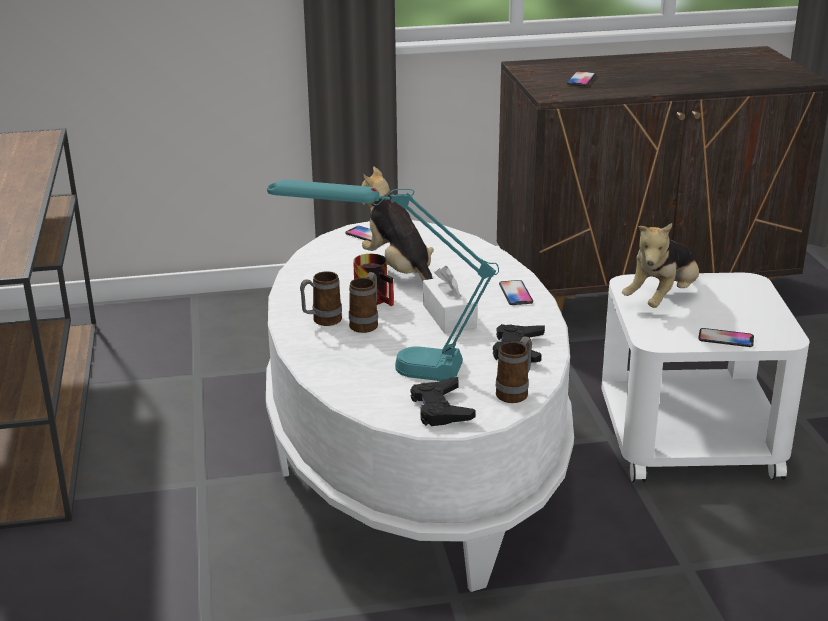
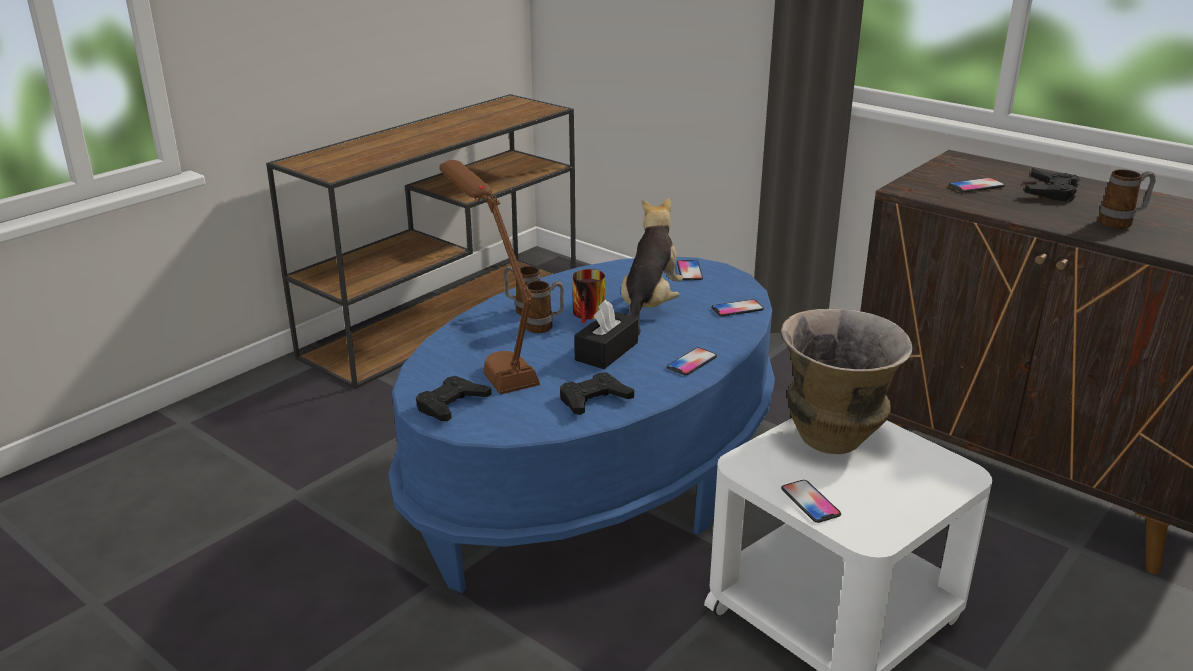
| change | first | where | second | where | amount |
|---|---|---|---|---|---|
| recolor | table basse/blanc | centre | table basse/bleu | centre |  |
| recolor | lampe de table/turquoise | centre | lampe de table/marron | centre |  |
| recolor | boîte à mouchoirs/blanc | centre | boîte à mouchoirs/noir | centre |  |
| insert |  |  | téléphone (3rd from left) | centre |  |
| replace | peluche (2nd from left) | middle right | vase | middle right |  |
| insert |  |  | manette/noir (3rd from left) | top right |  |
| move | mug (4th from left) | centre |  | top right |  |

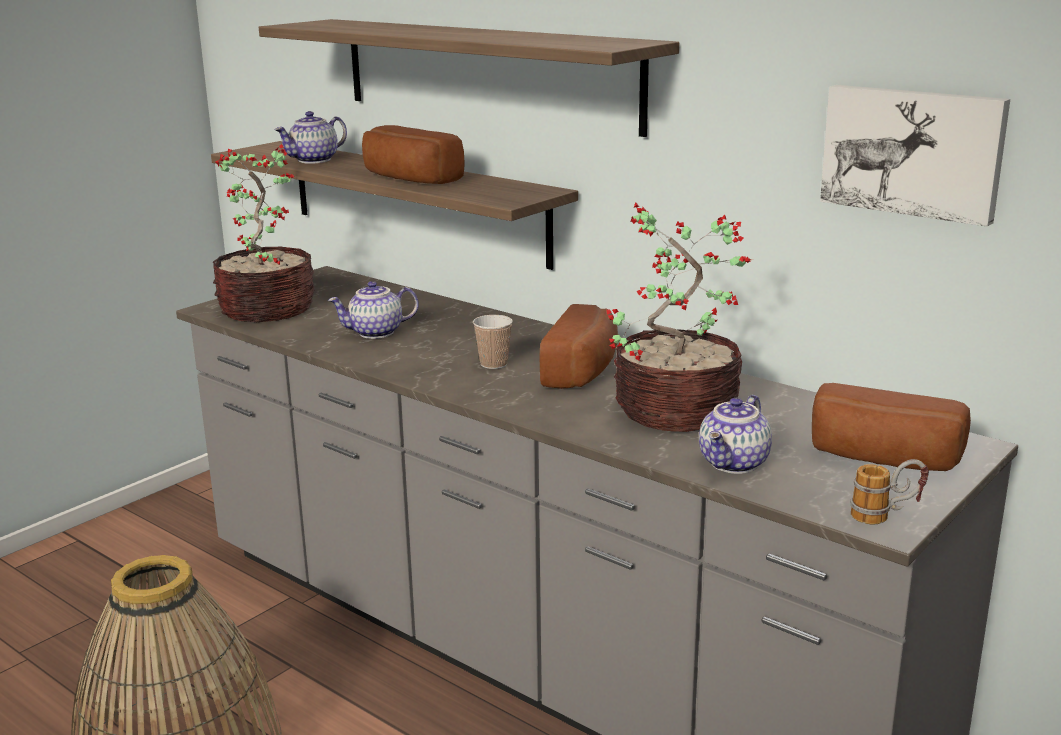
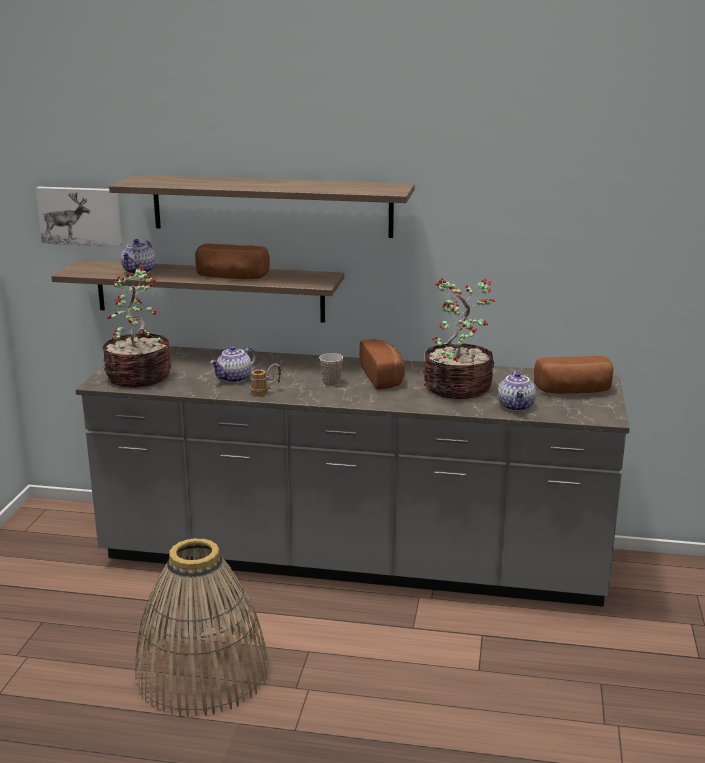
| change | first | where | second | where | amount |
|---|---|---|---|---|---|
| move | tableau | top right |  | top left |  |
| move | mug | bottom right |  | centre |  |

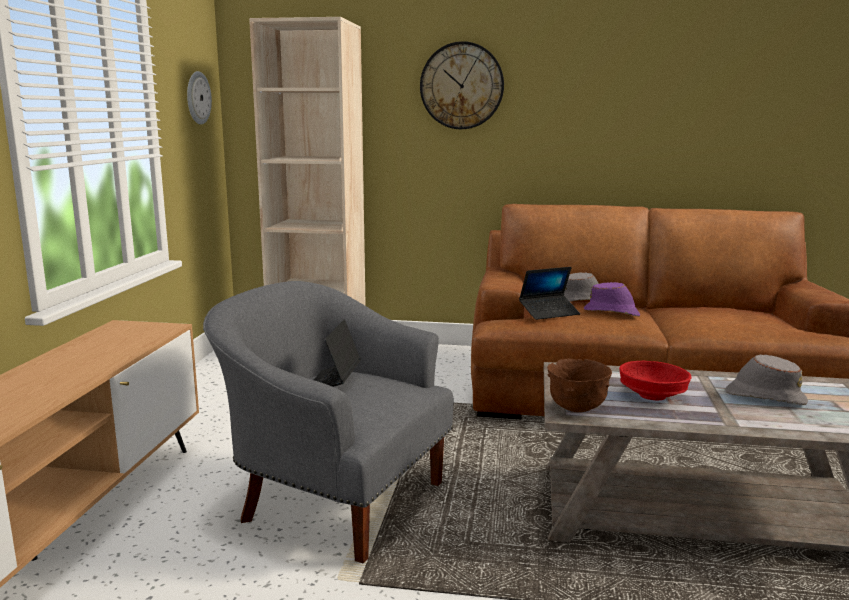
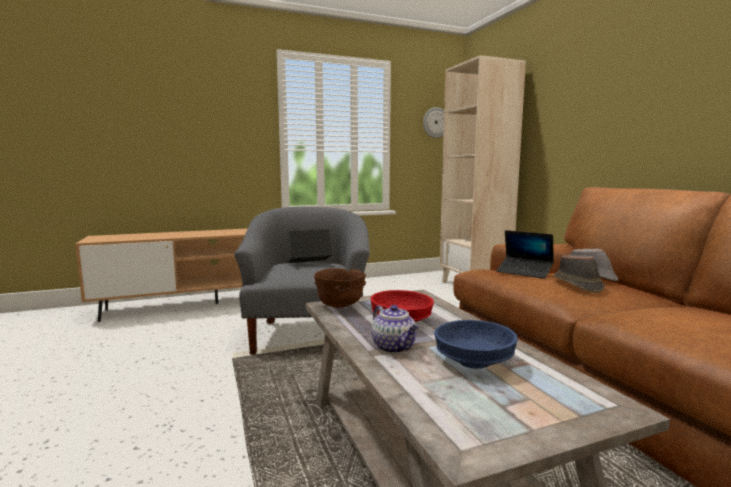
| change | first | where | second | where | amount |
|---|---|---|---|---|---|
| insert |  |  | théière | bottom centre |  |
| replace | chapeau/gris (2nd from left) | middle right | bol/bleu | bottom centre |  |
| recolor | chapeau/violet | middle right | chapeau/marron | middle right |  |
| delete | horloge murale (2nd from left) | top centre |  |  |  |

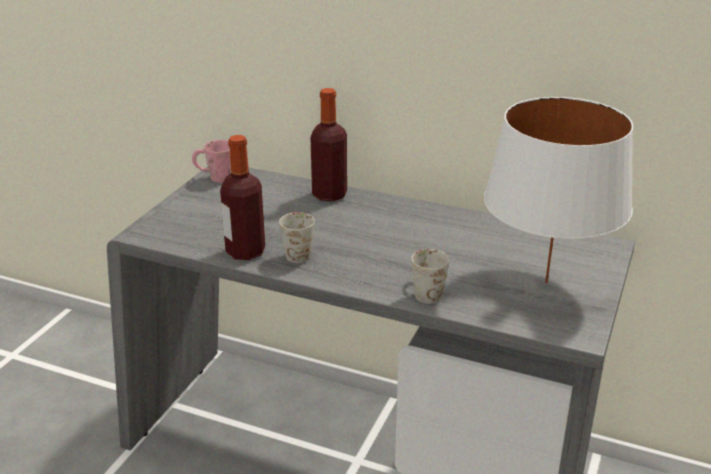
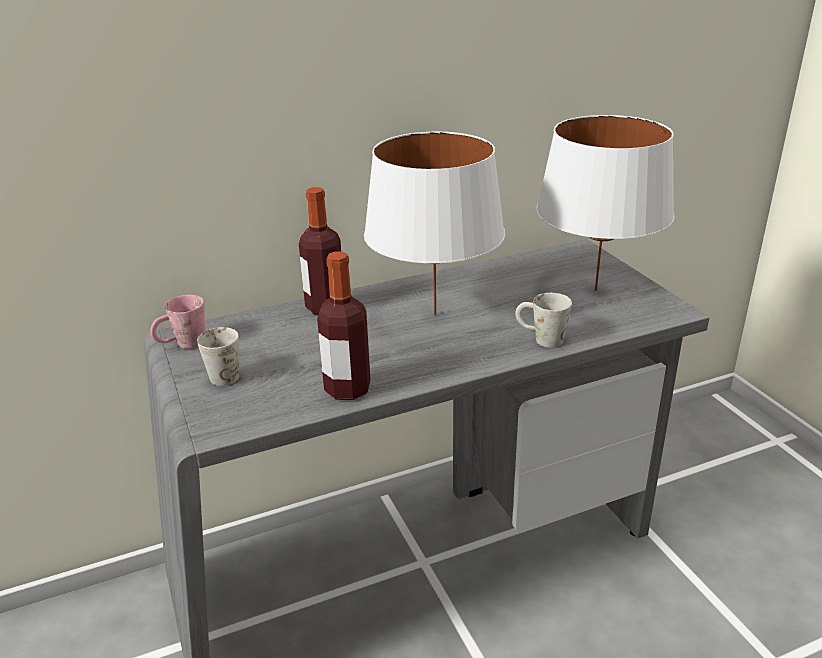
| change | first | where | second | where | amount |
|---|---|---|---|---|---|
| move | mug/blanc (1st from left) | centre |  | middle left |  |
| insert |  |  | lampe de table/blanc (1st from left) | centre |  |

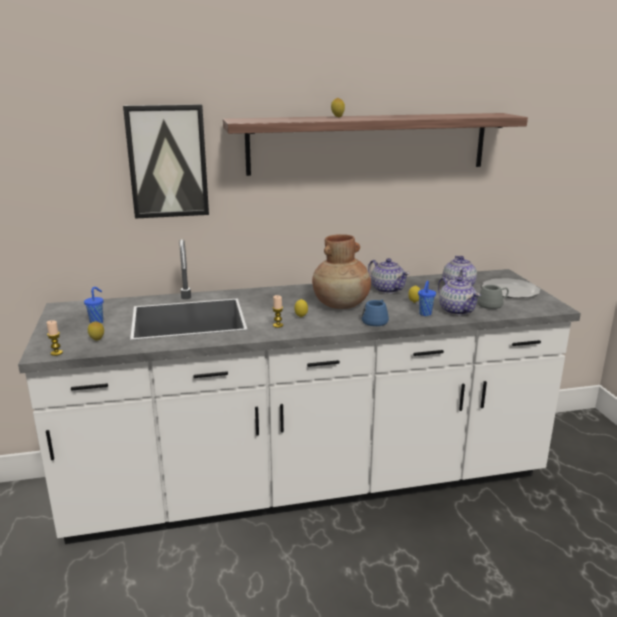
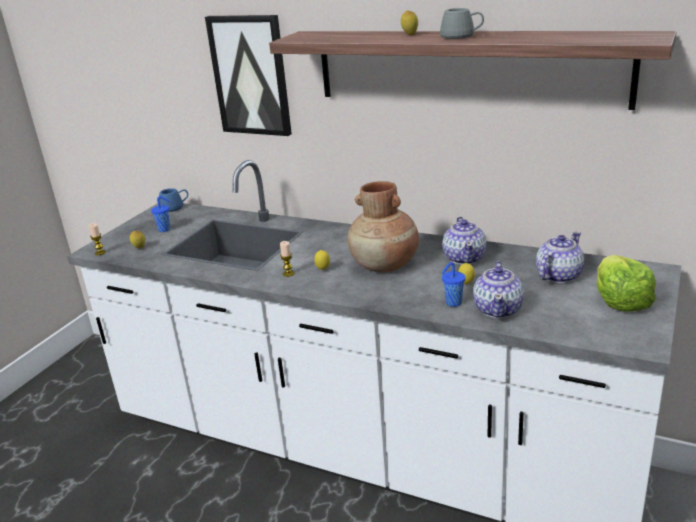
| change | first | where | second | where | amount |
|---|---|---|---|---|---|
| move | mug/bleu | centre |  | middle left |  |
| move | mug/gris | middle right |  | top centre |  |
| replace | assiette | middle right | laitue | middle right |  |

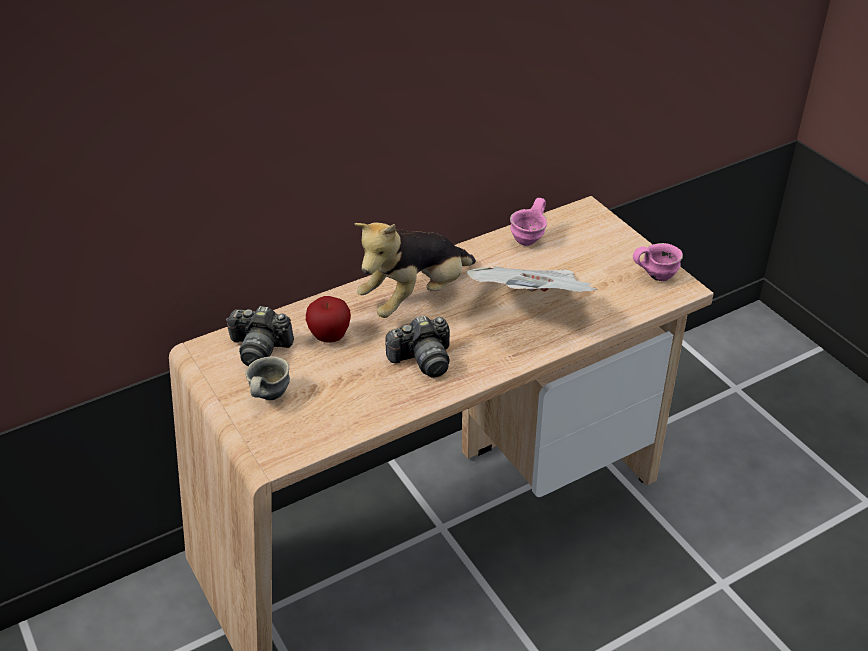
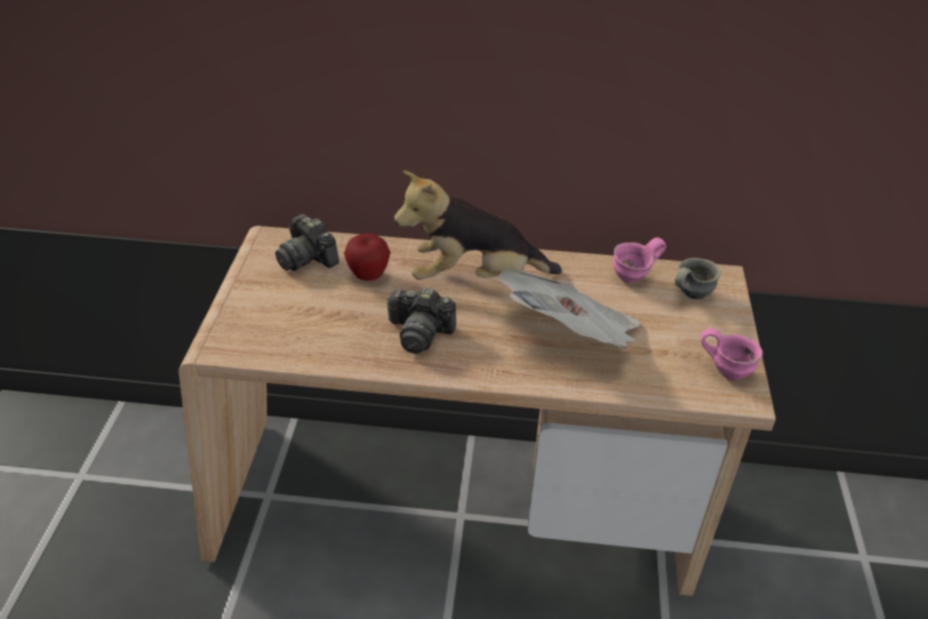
| change | first | where | second | where | amount |
|---|---|---|---|---|---|
| move | mug/gris | middle left |  | middle right |  |

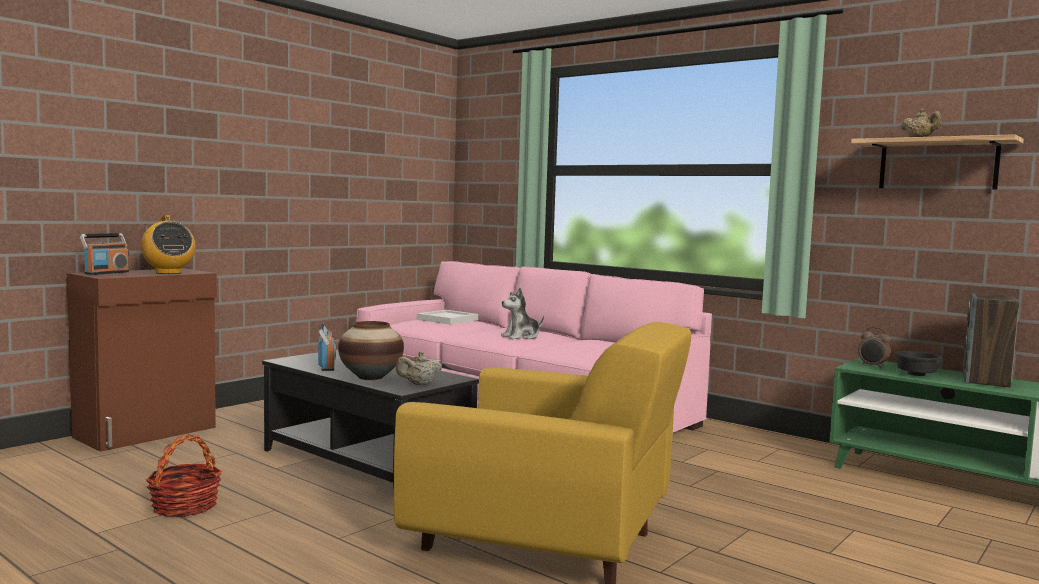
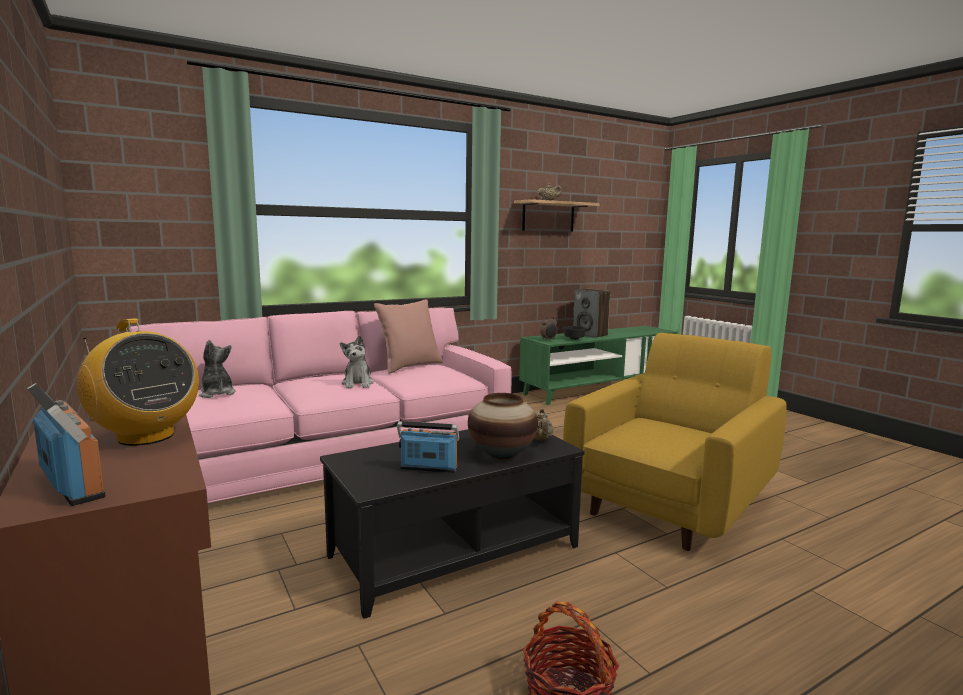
| change | first | where | second | where | amount |
|---|---|---|---|---|---|
| rotate | radio (2nd from left) | middle left |  | middle left | 60 degrees clockwise |
| replace | plateau/blanc | centre | peluche (1st from left) | middle left |  |
| insert |  |  | coussin/rose | centre |  |

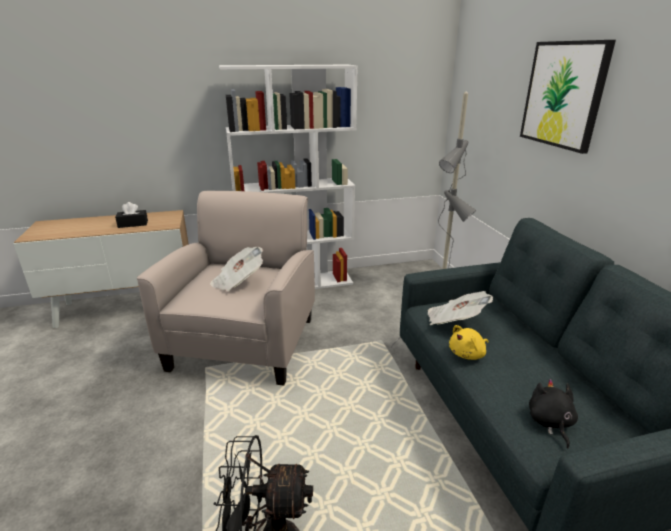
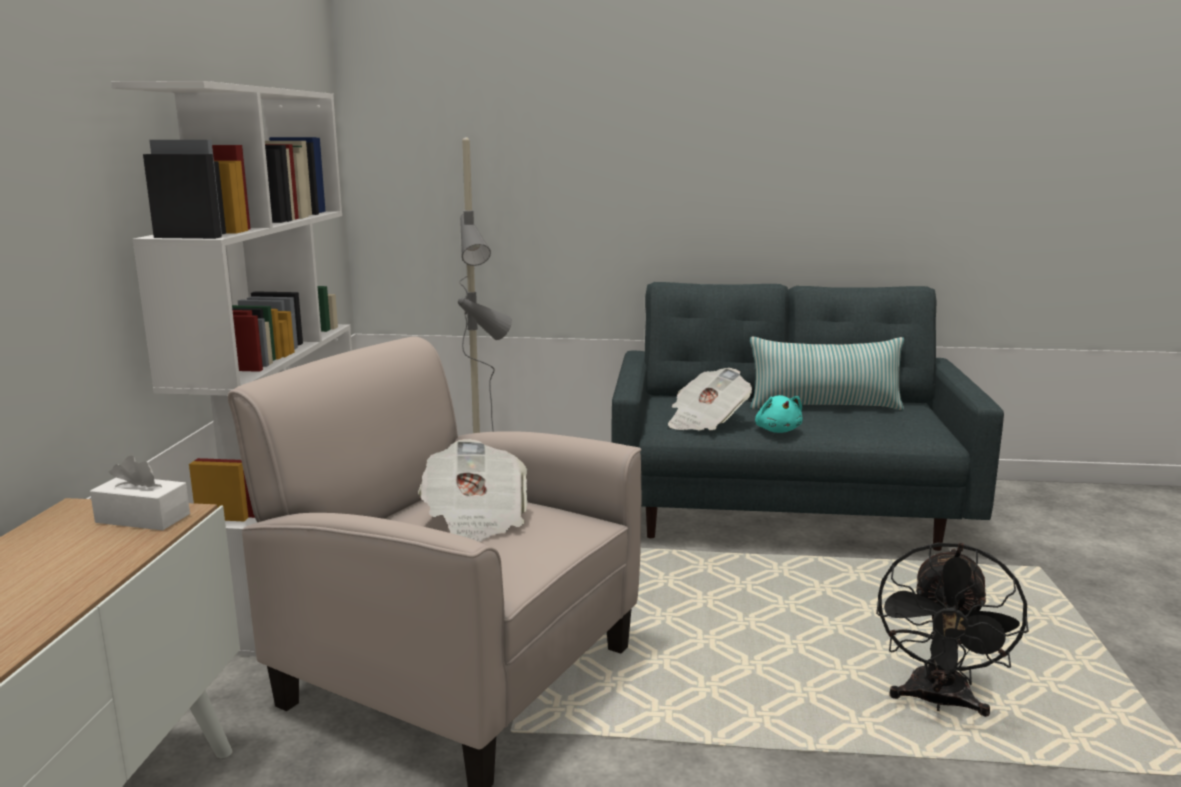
| change | first | where | second | where | amount |
|---|---|---|---|---|---|
| insert |  |  | boîte à mouchoirs/blanc | middle left |  |
| insert |  |  | coussin | middle right |  |
| recolor | peluche/jaune | middle right | peluche/turquoise | centre |  |
| delete | boîte à mouchoirs/noir | middle left |  |  |  |
| delete | tableau | top right |  |  |  |
| delete | peluche/noir | bottom right |  |  |  |

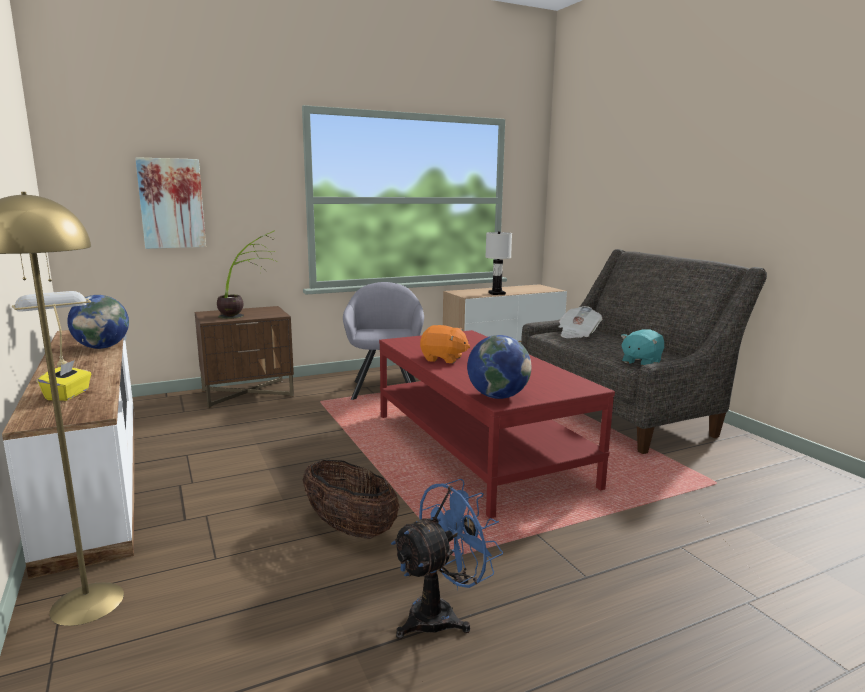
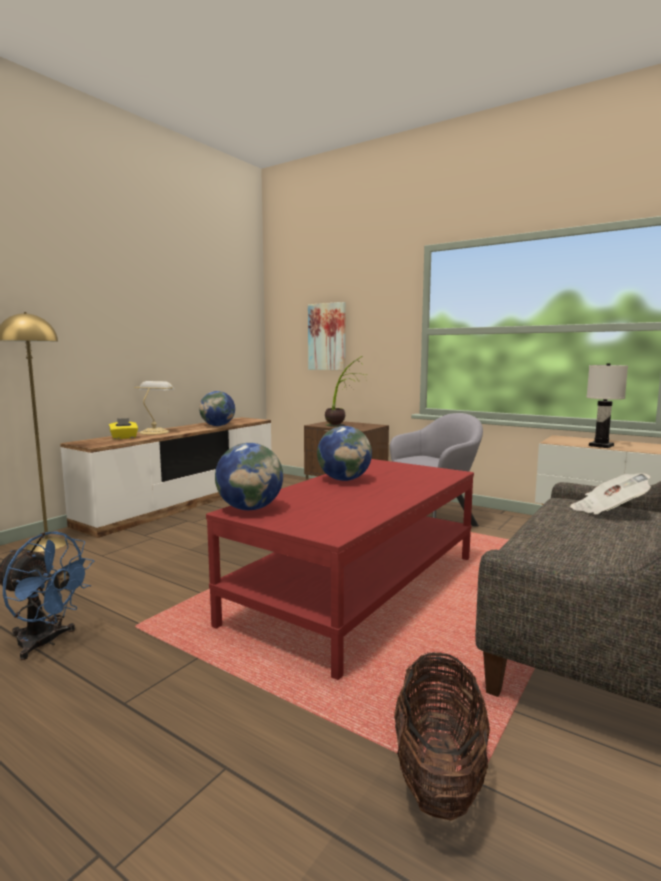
| change | first | where | second | where | amount |
|---|---|---|---|---|---|
| replace | peluche/orange | centre | globe (3rd from left) | centre |  |
| move | panier | bottom centre |  | bottom right |  |
| delete | peluche/turquoise | middle right |  |  |  |

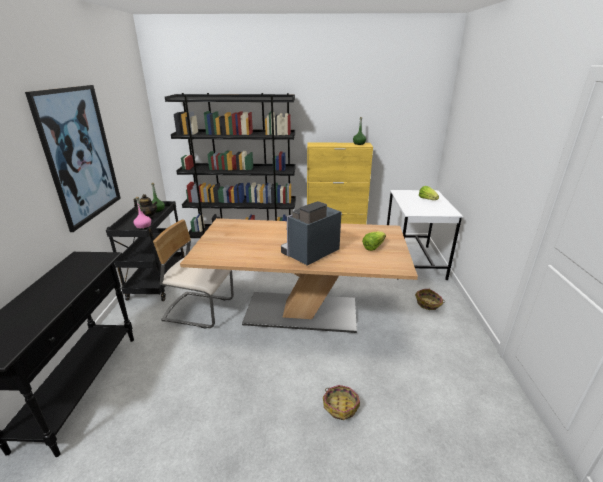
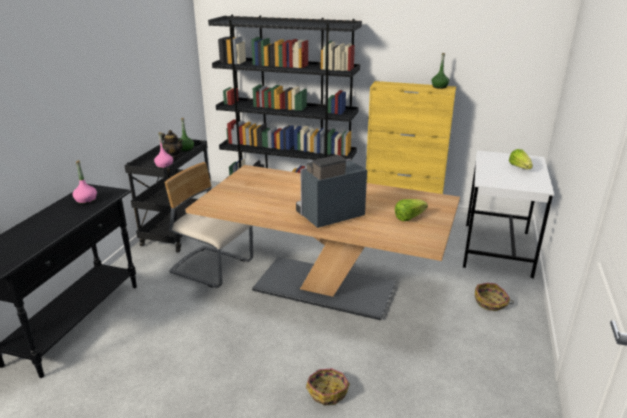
| change | first | where | second | where | amount |
|---|---|---|---|---|---|
| insert |  |  | bouteille/rose (1st from left) | middle left |  |
| delete | tableau | top left |  |  |  |

